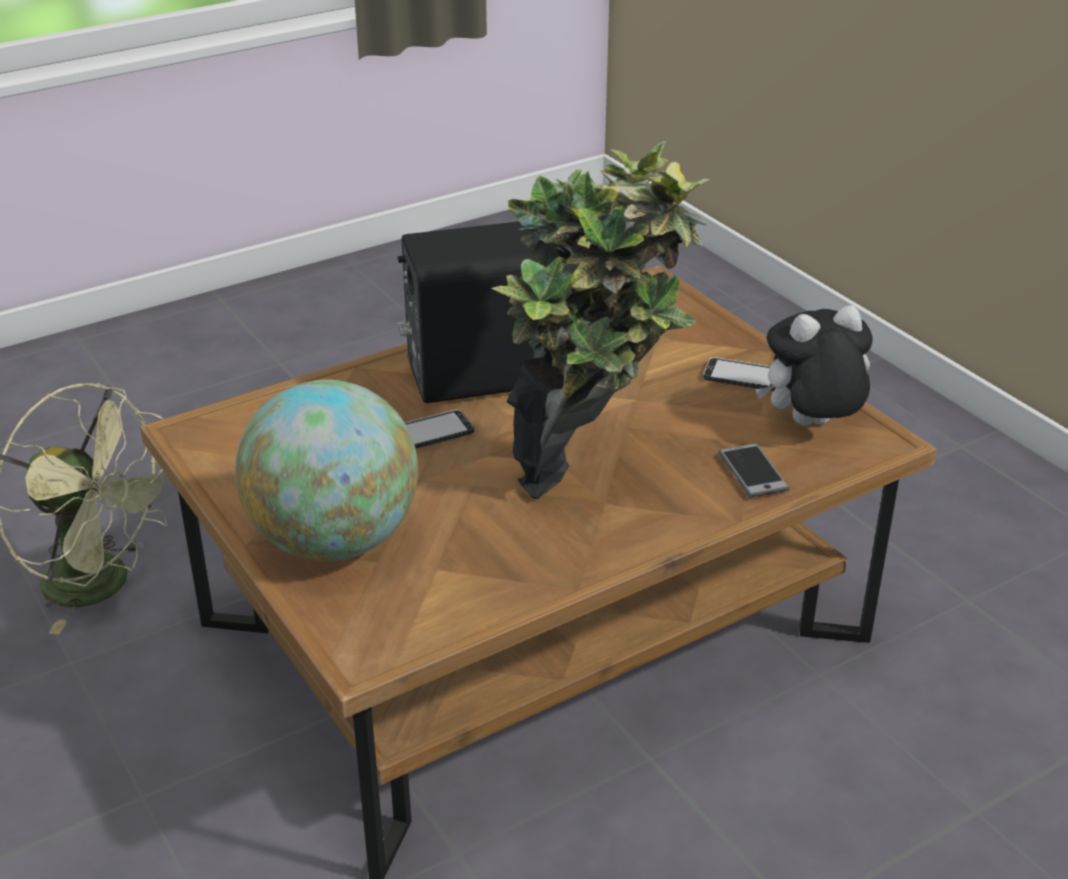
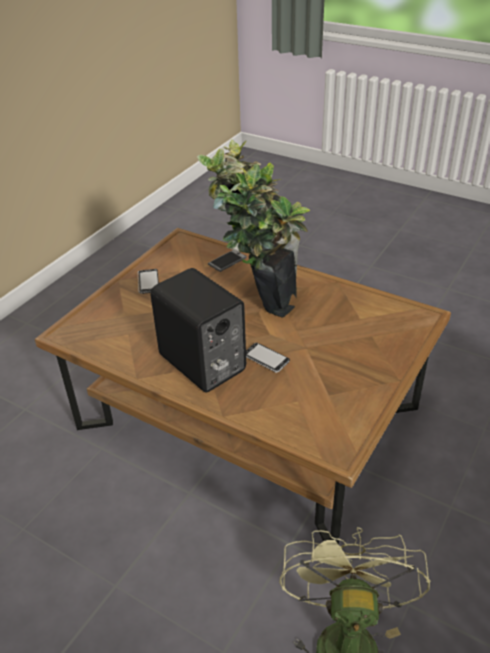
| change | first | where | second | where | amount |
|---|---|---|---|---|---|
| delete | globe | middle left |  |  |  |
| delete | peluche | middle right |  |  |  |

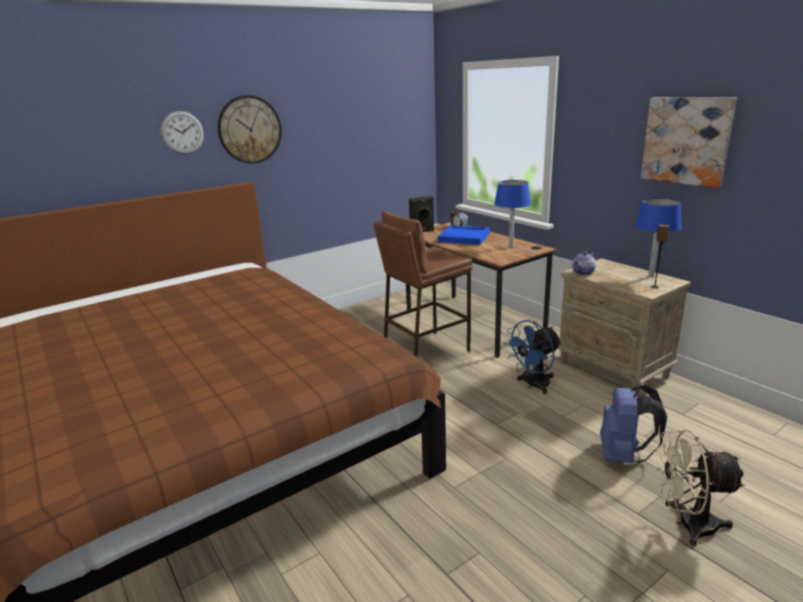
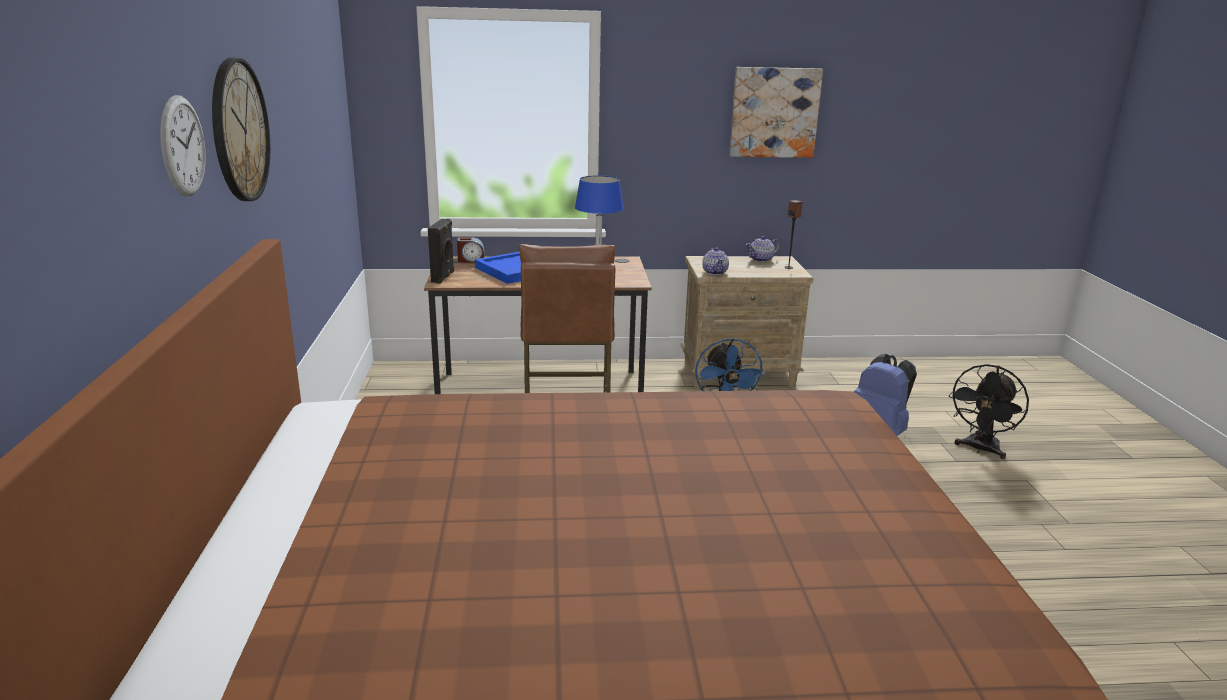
| change | first | where | second | where | amount |
|---|---|---|---|---|---|
| replace | lampe de table/bleu (2nd from left) | middle right | théière (2nd from left) | centre |  |
| recolor | ventilateur/beige | bottom right | ventilateur/noir | middle right |  |

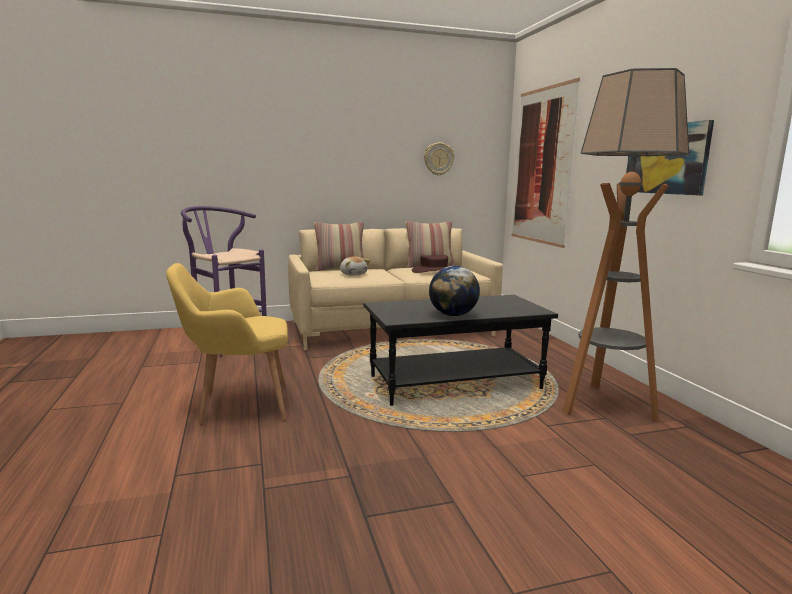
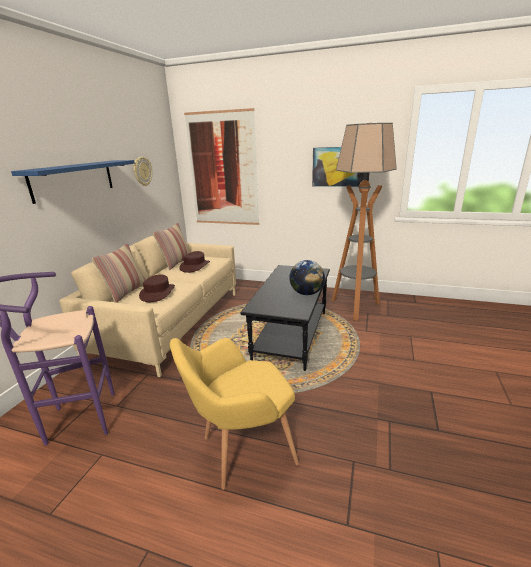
| change | first | where | second | where | amount |
|---|---|---|---|---|---|
| insert |  |  | étagère/bleu | top left |  |
| replace | peluche | centre | chapeau/marron (1st from left) | middle left |  |
| rotate | fauteuil/jaune | middle left |  | bottom centre | 45 degrees clockwise |

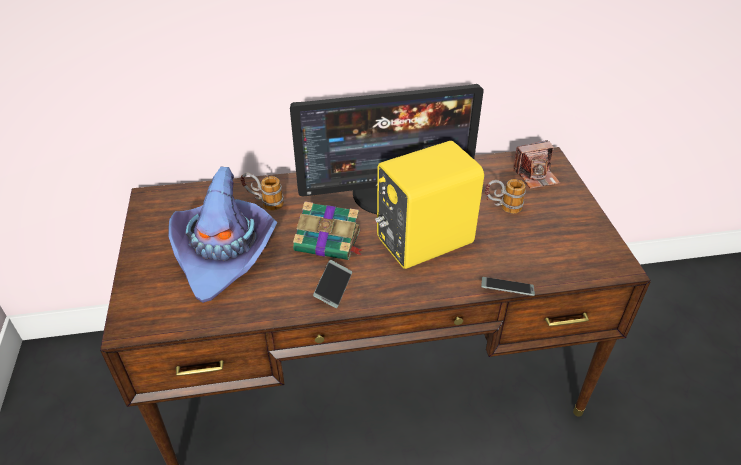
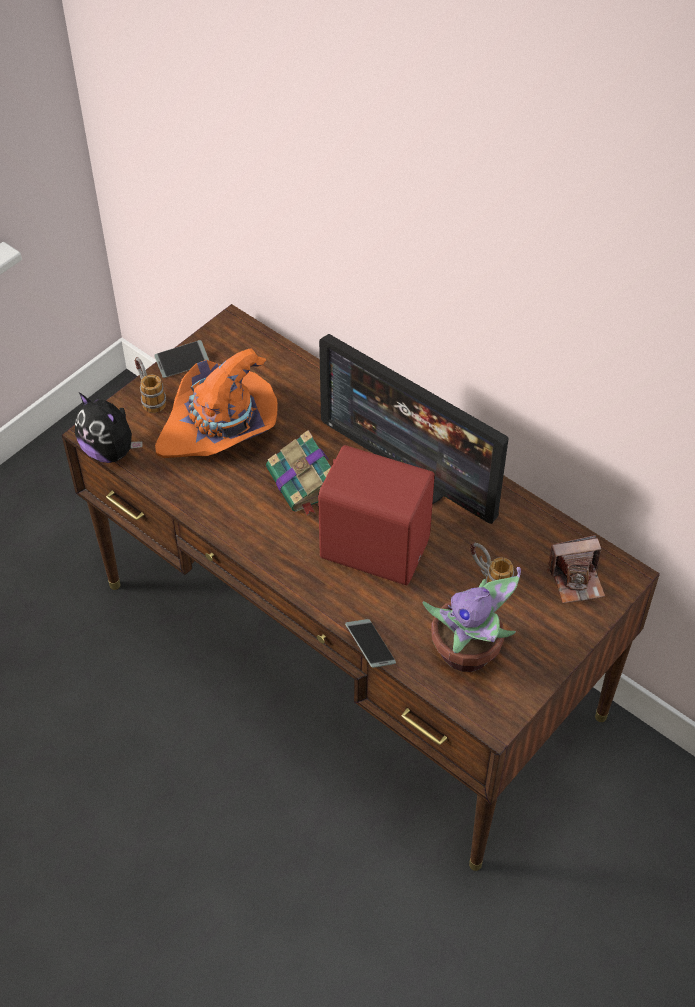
| change | first | where | second | where | amount |
|---|---|---|---|---|---|
| insert |  |  | peluche | middle left |  |
| move | mug (1st from left) | centre |  | middle left |  |
| move | téléphone (1st from left) | centre |  | middle left |  |
| recolor | chapeau/violet | middle left | chapeau/orange | middle left |  |
| recolor | enceinte/jaune | centre | enceinte/rouge | centre |  |
| insert |  |  | plante en pot | middle right |  |
| rotate | appareil photo | middle right |  | middle right | 45 degrees counterclockwise |

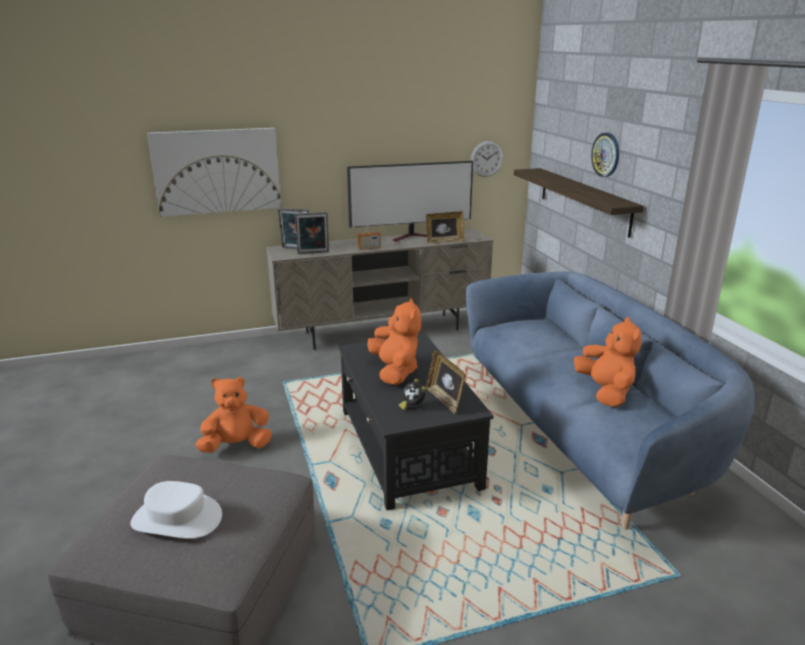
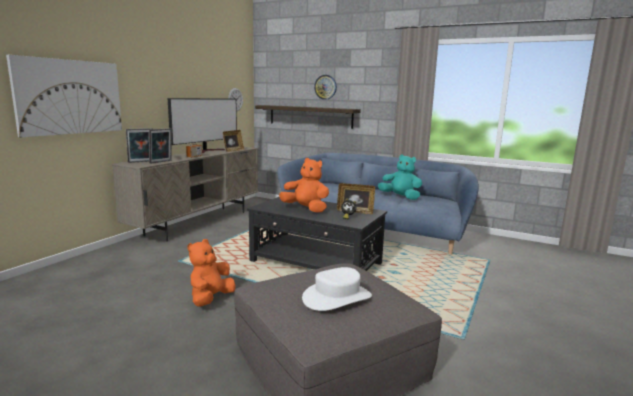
| change | first | where | second | where | amount |
|---|---|---|---|---|---|
| recolor | peluche/orange (3rd from left) | middle right | peluche/turquoise | centre |  |

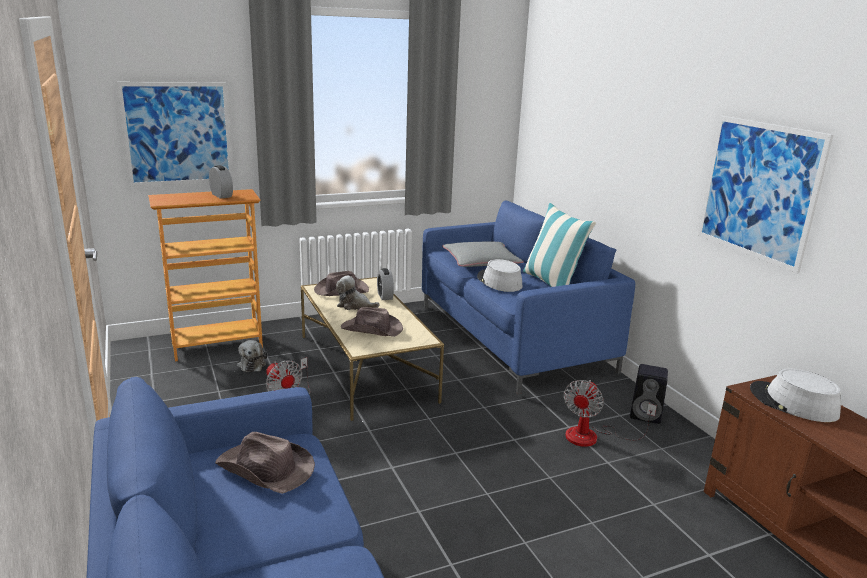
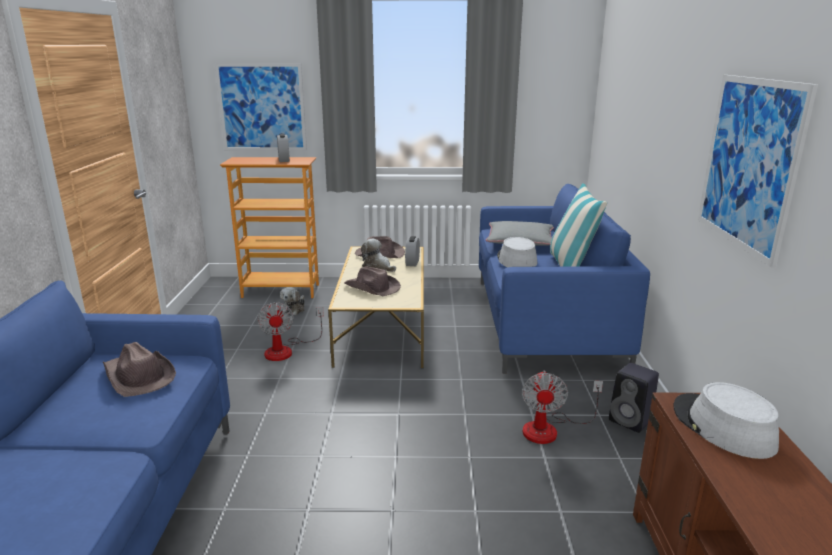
| change | first | where | second | where | amount |
|---|---|---|---|---|---|
| rotate | ventilateur (2nd from left) | bottom right |  | bottom right | 45 degrees counterclockwise |

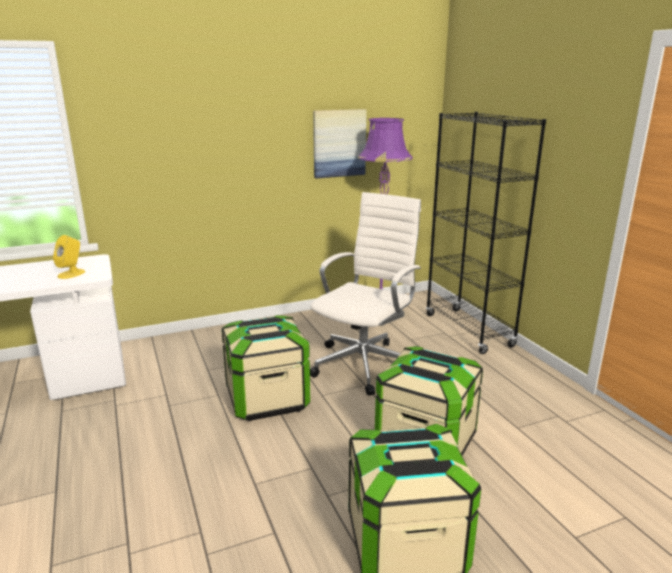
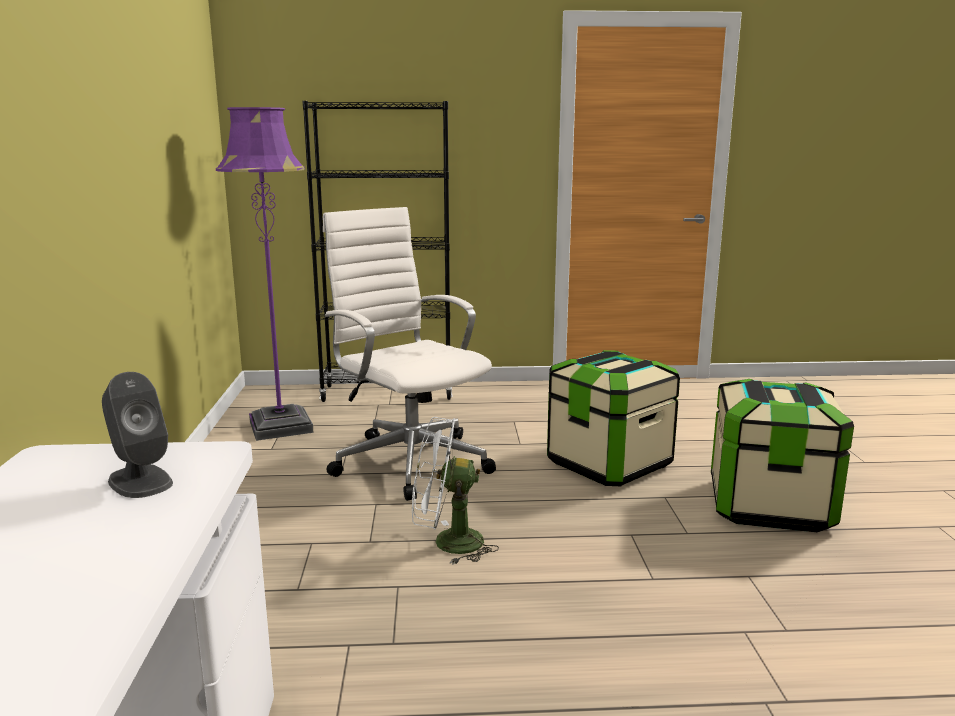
| change | first | where | second | where | amount |
|---|---|---|---|---|---|
| recolor | enceinte/jaune | middle left | enceinte/gris | middle left |  |
| replace | boîte de rangement (1st from left) | centre | ventilateur/blanc | bottom centre |  |
| delete | tableau | top centre |  |  |  |

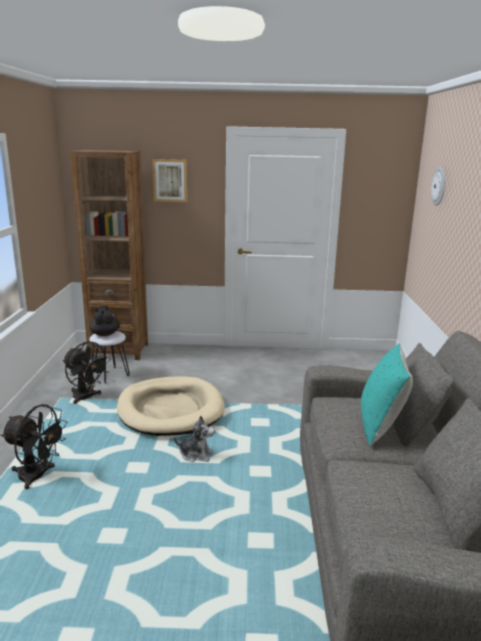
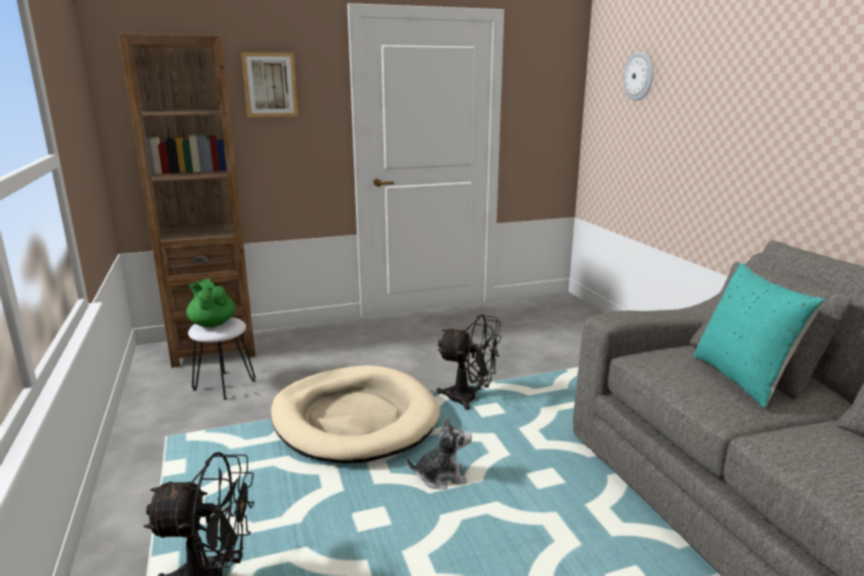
| change | first | where | second | where | amount |
|---|---|---|---|---|---|
| recolor | théière/noir | middle left | théière/vert | middle left |  |
| move | ventilateur/noir (2nd from left) | middle left |  | centre |  |

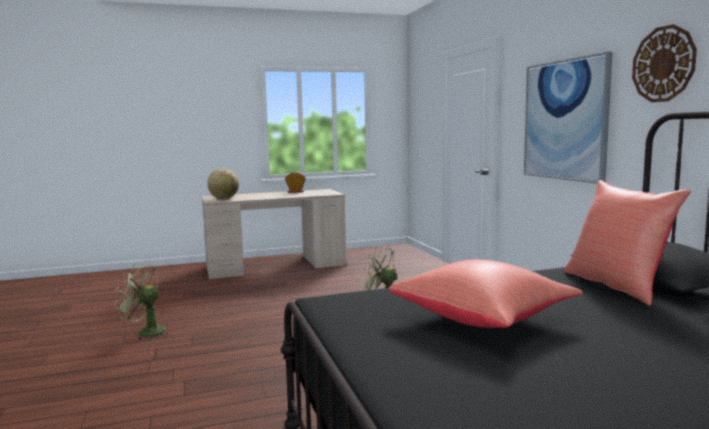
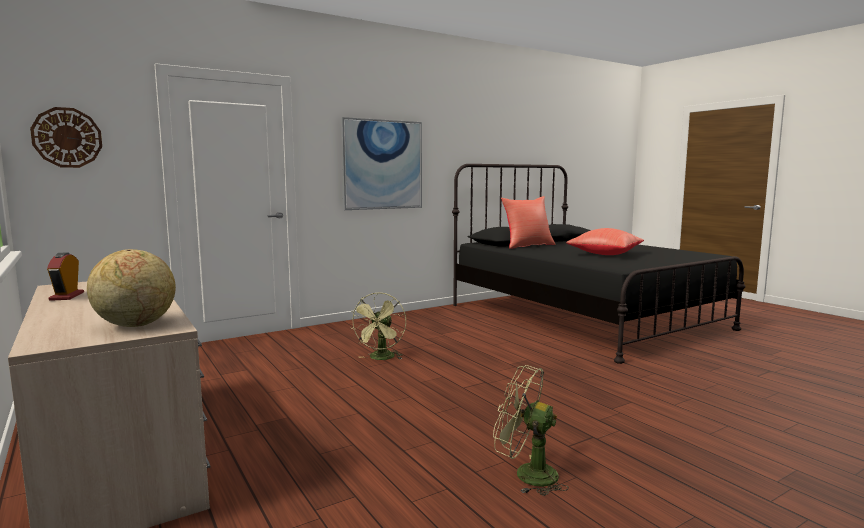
| change | first | where | second | where | amount |
|---|---|---|---|---|---|
| move | horloge murale | top right |  | top left |  |
| rotate | ventilateur/vert (1st from left in the first image) | bottom left | ventilateur/vert (2nd from left) | bottom centre | 120 degrees clockwise |

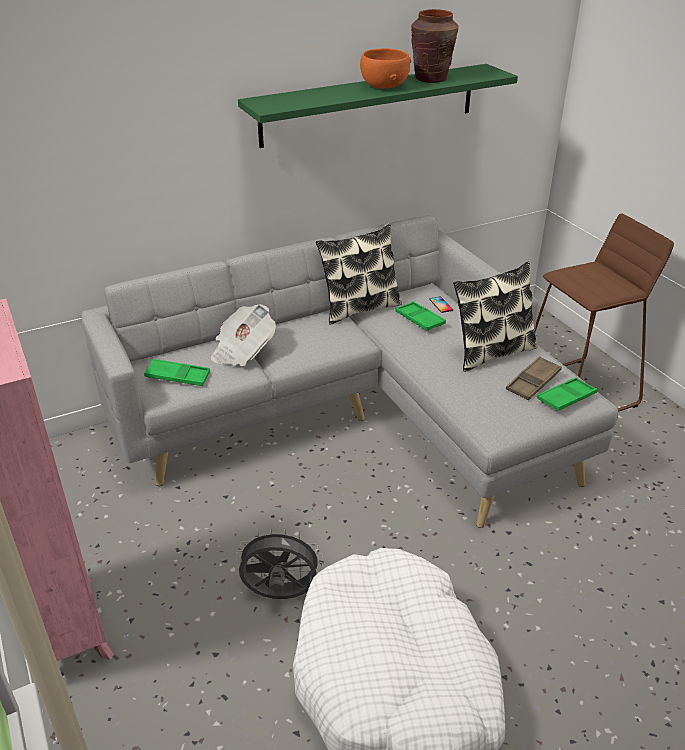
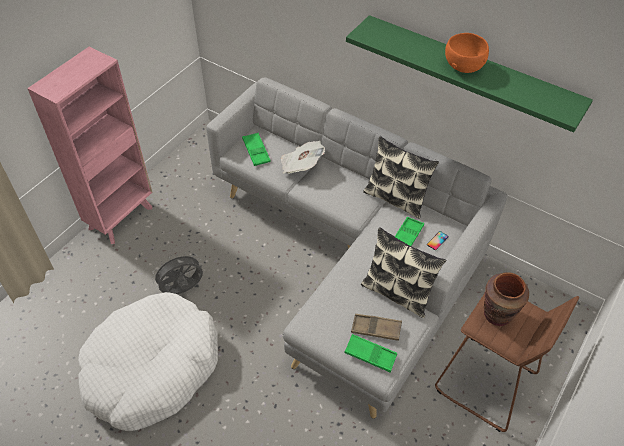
| change | first | where | second | where | amount |
|---|---|---|---|---|---|
| rotate | ventilateur/gris | bottom centre |  | middle left | 90 degrees counterclockwise |
| move | vase/marron | top centre |  | bottom right |  |

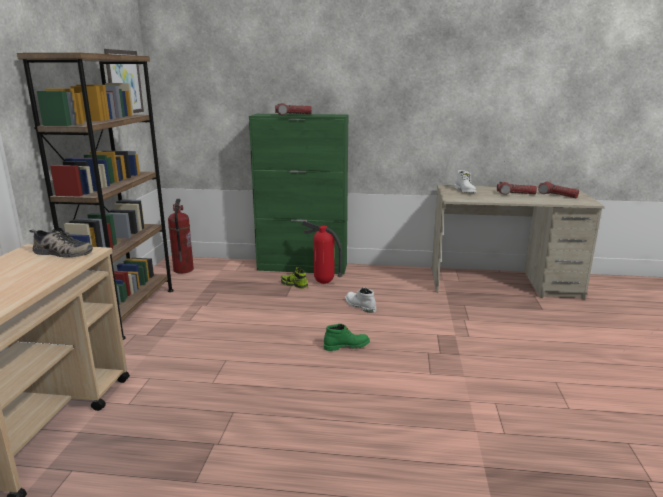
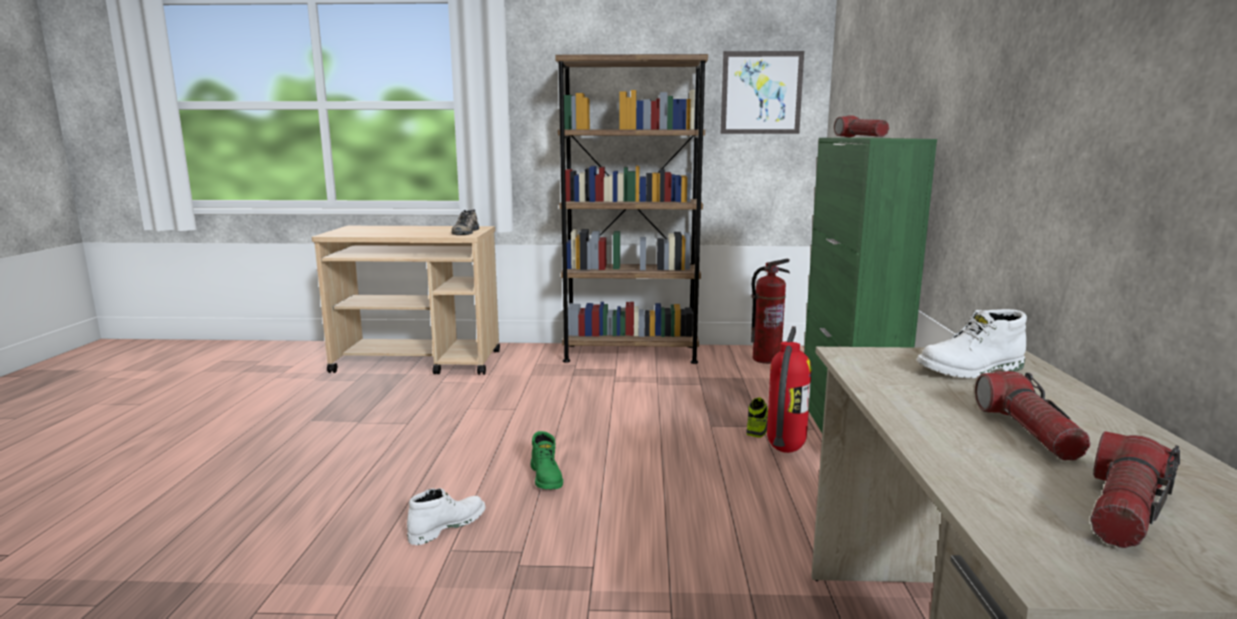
| change | first | where | second | where | amount |
|---|---|---|---|---|---|
| move | botte/blanc (1st from left) | centre |  | bottom centre |  |

